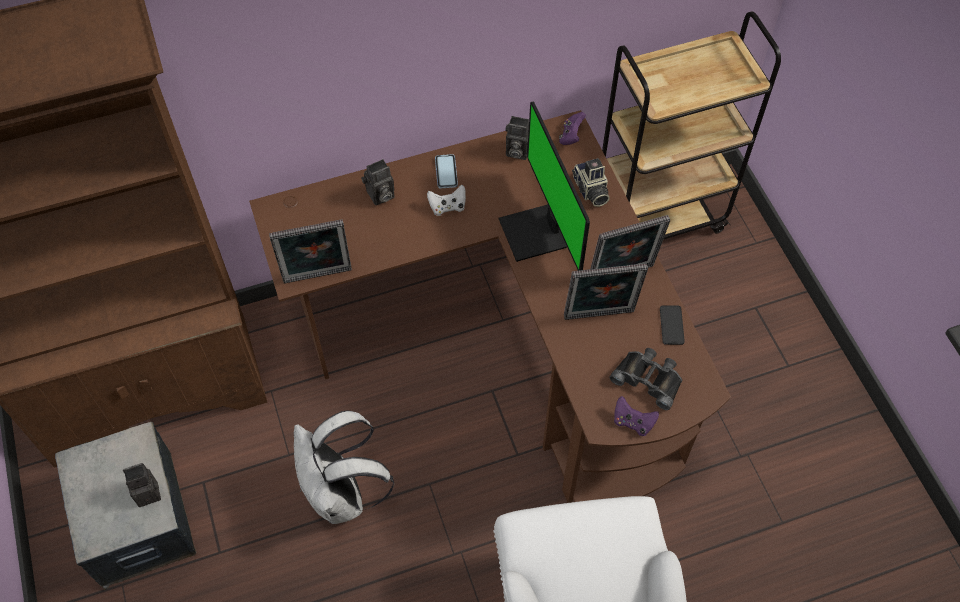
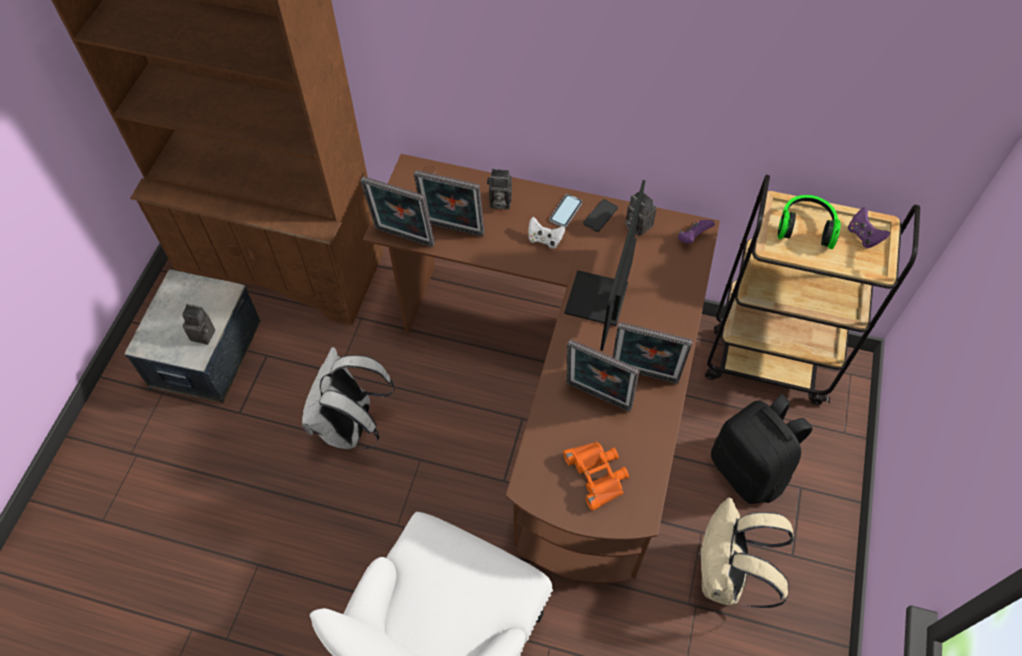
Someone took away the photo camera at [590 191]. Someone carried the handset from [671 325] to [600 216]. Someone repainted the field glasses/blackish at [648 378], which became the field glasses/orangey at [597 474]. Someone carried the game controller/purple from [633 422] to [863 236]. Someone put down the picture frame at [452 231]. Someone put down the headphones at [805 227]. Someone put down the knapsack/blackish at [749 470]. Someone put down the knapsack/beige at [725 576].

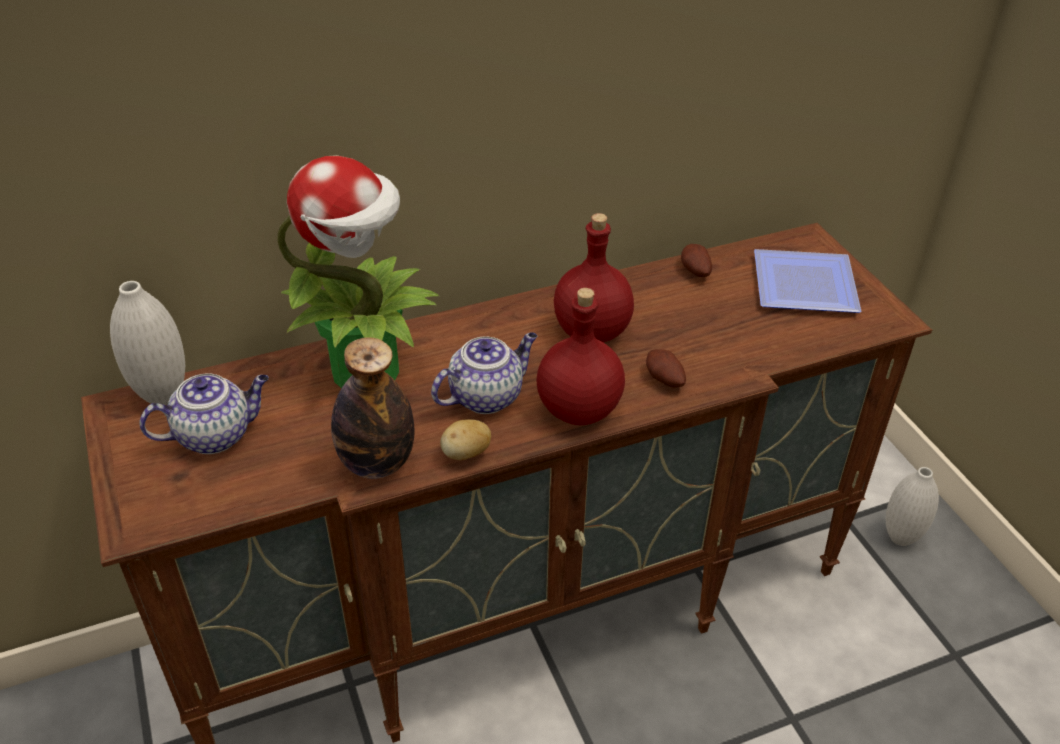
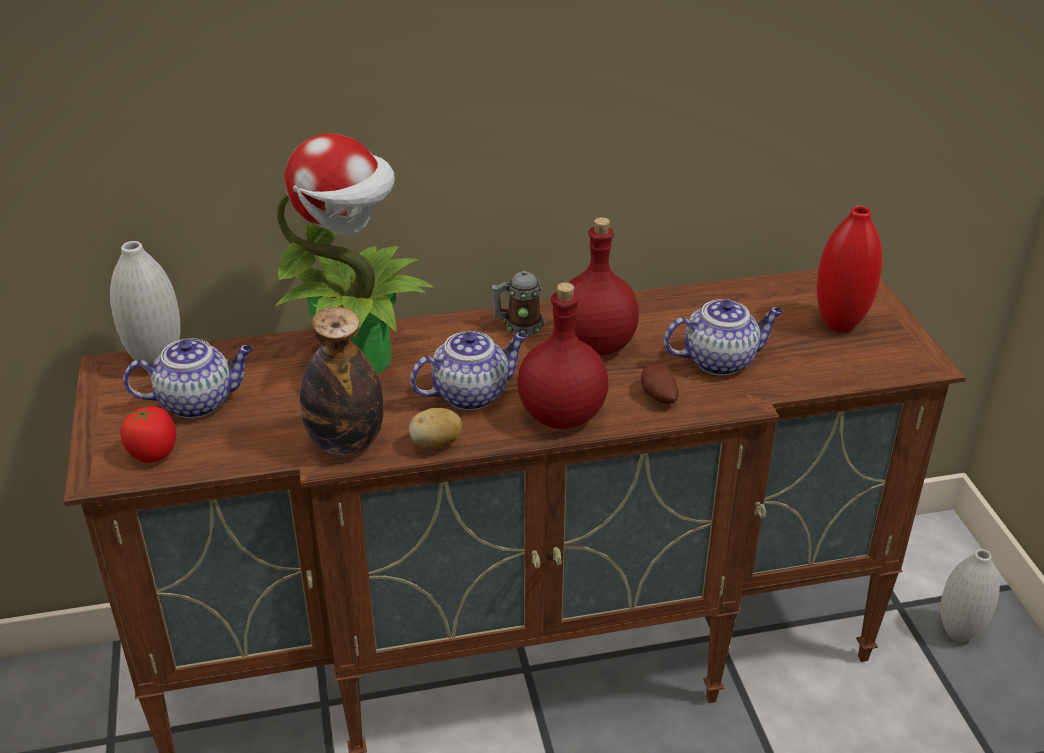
Someone took away the whole potato at [694 271]. Someone swapped the plate at [808 288] for the decorative vase/reddish at [839 324]. Someone put down the coffee mug at [518 326]. Someone put down the tea pot at [720 360]. Someone put down the whole tomato at [154 454].

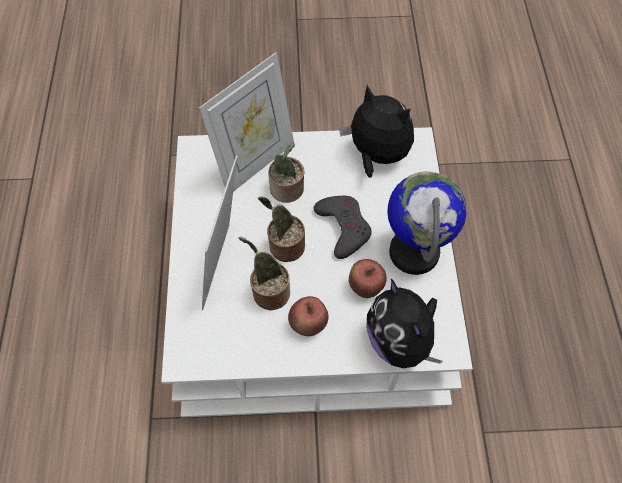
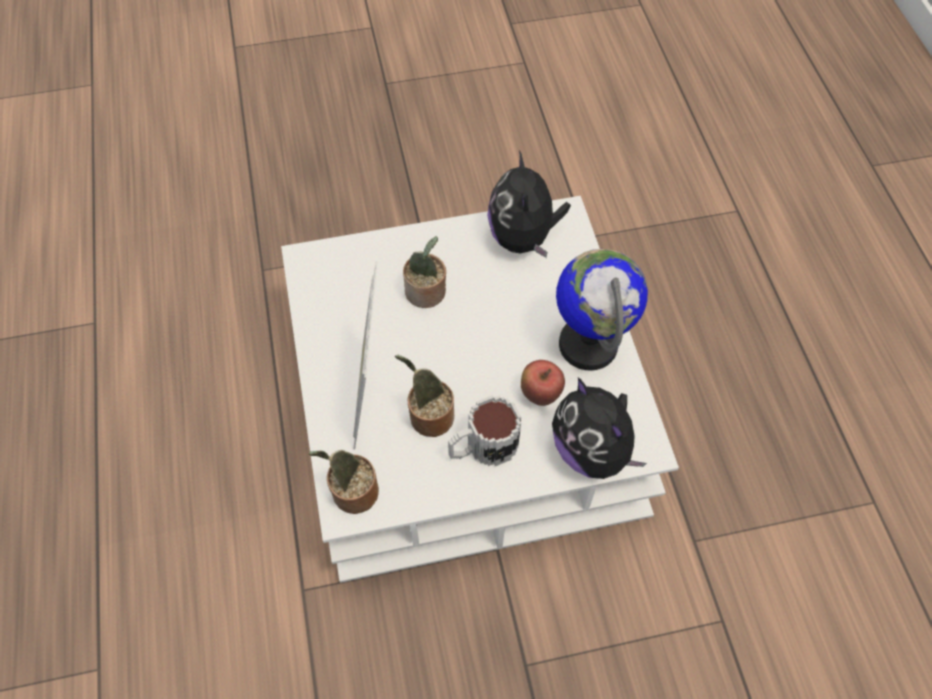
Someone took away the picture frame at [255 163]. Someone rotated the plush toy at [376 156] by 120 degrees counterclockwise. Someone took away the game controller/greyish at [343 228]. Someone carried the potted plant from [284 247] to [352 493]. Someone swapped the apple fruit at [308 325] for the coffee mug at [482 447].

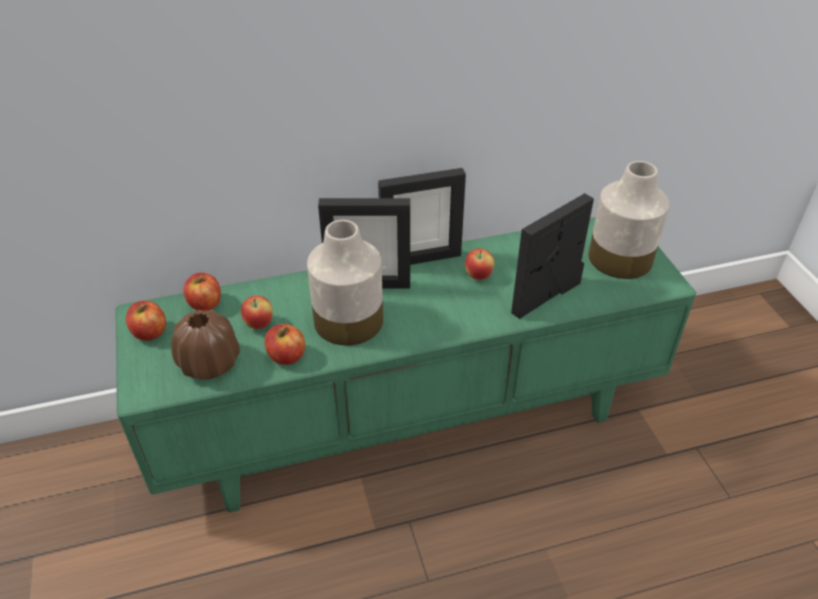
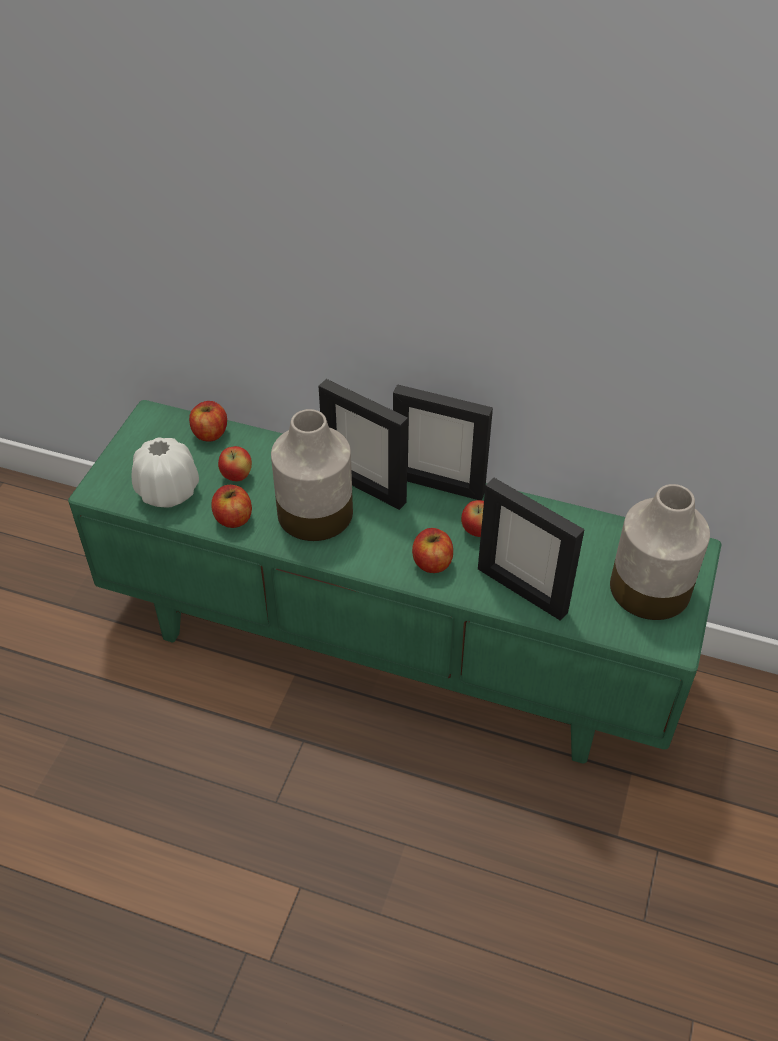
Someone rotated the picture frame at [546 298] by 135 degrees counterclockwise. Someone carried the apple fruit from [149 332] to [432 563]. Someone repainted the decorative vase/brownish at [210 363], which became the decorative vase/white-coloured at [168 492].

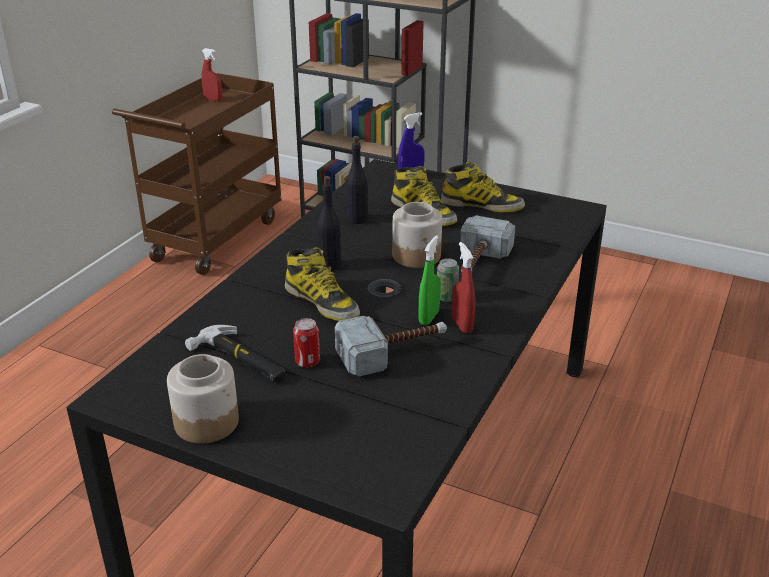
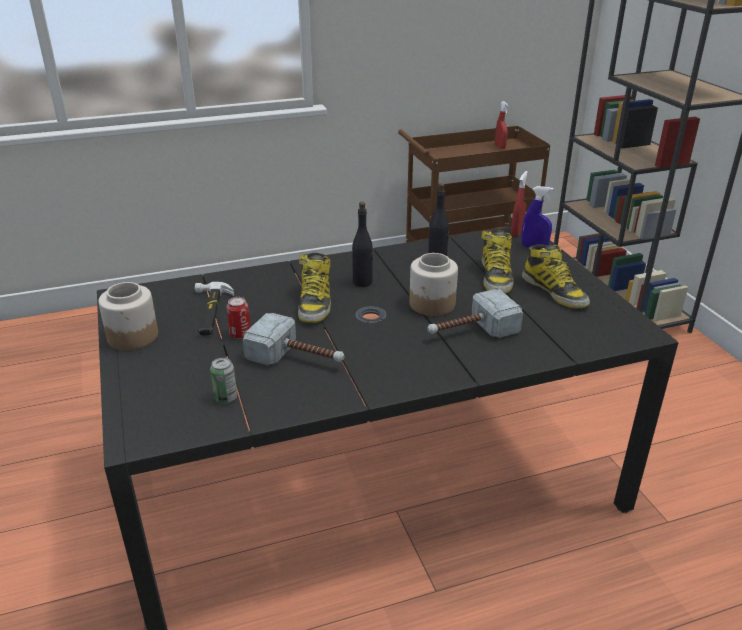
Someone took away the hand sprayer/greenish at [429 317]. Someone carried the hand sprayer/reddish from [462 325] to [517 233]. Someone carried the metal can from [446 297] to [226 398].

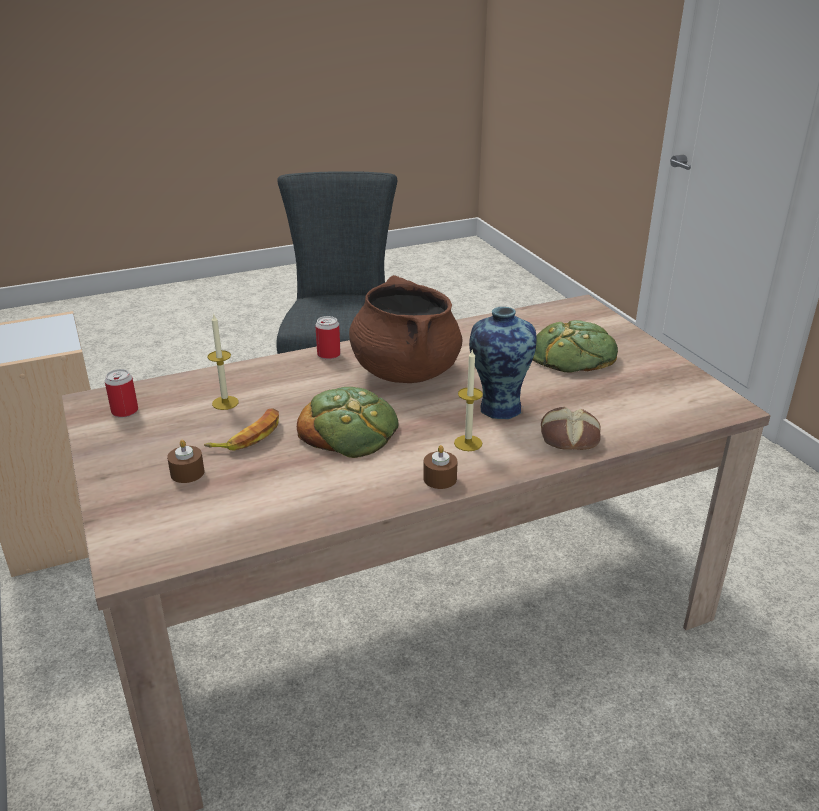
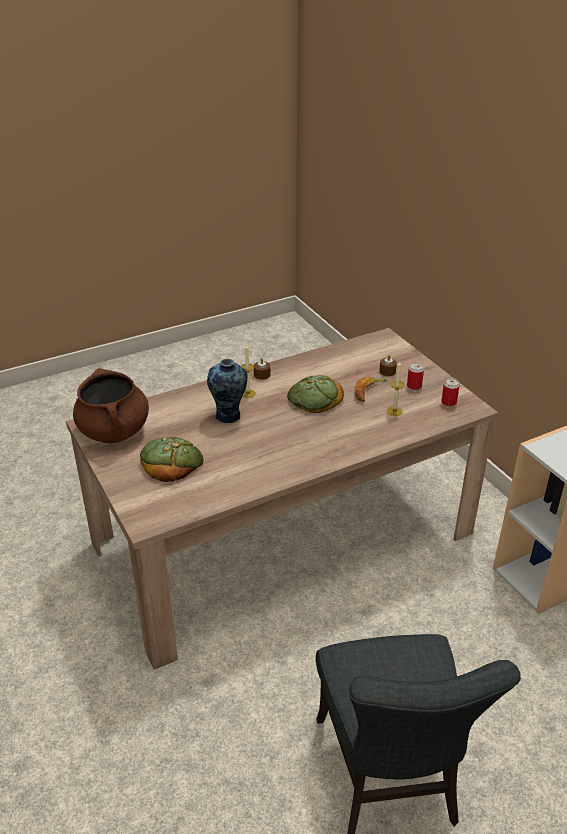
Someone carried the saucepot/brownish from [405 371] to [114 431]. Someone carried the metal can from [329 354] to [414 386]. Someone took away the bakery bread at [569 437].

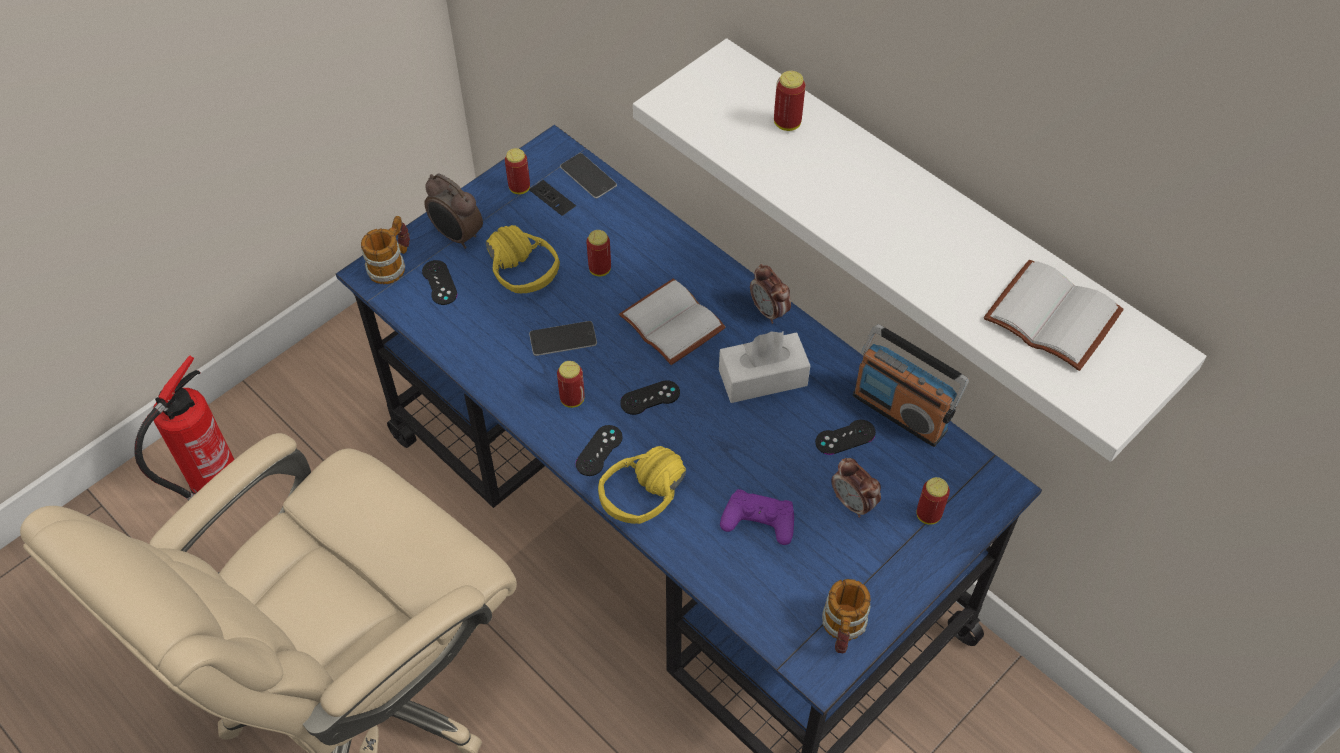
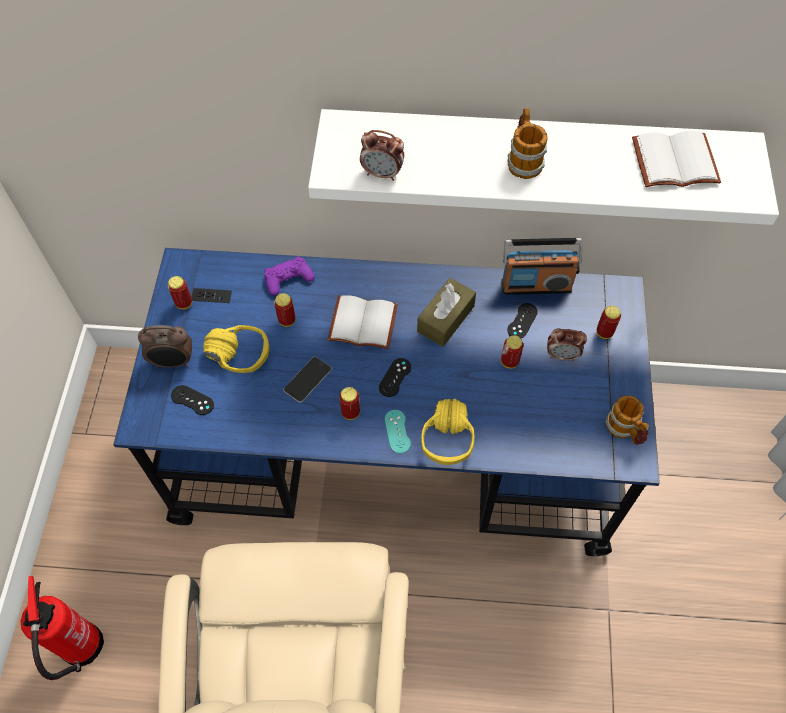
Someone carried the metal can from [787 123] to [509 362]. Someone took away the handset at [588 176]. Someone carried the coffee mug from [392 265] to [523 159]. Someone carried the bedside clock from [769 312] to [382 174]. Someone repainted the tissue holder/white-coloured at [763 377], which became the tissue holder/brownish at [445 319]. Someone repainted the game controller/blackish at [599 450], which became the game controller/turquoise at [397 431]. Someone carried the game controller/purple from [758 521] to [288 278].

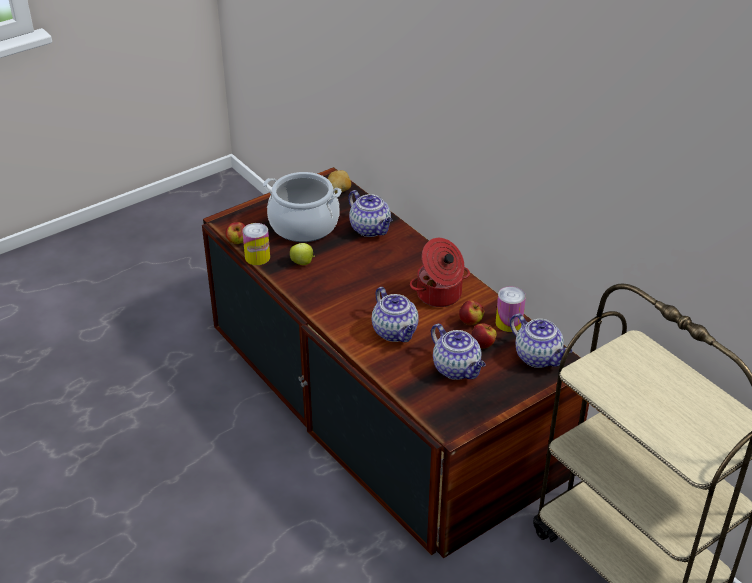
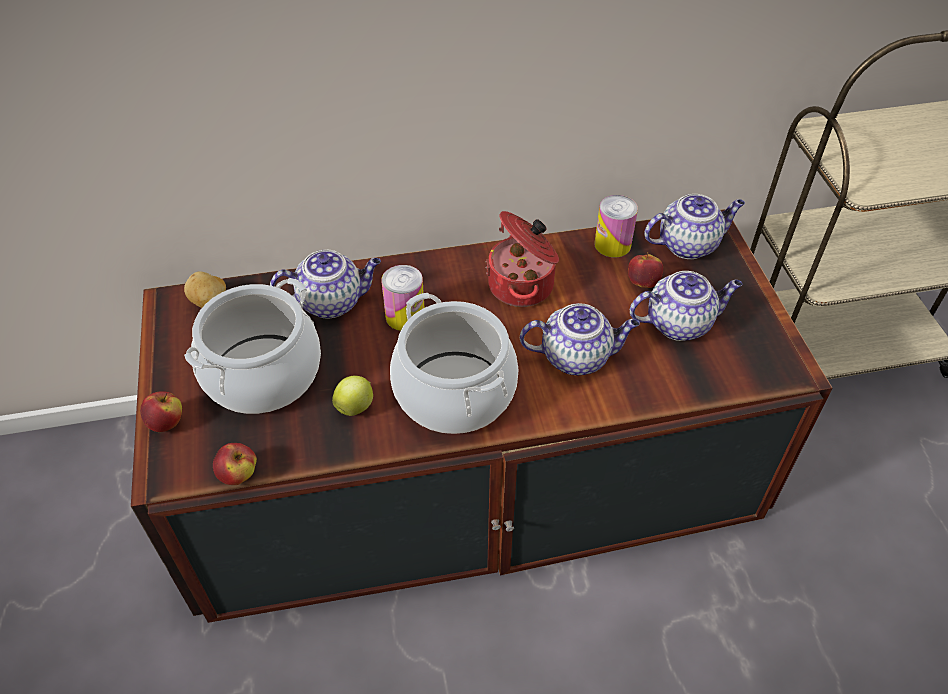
Someone carried the metal can from [257 257] to [405 316]. Someone carried the apple fruit from [471 322] to [167 422]. Someone put down the saucepot at [455 391].

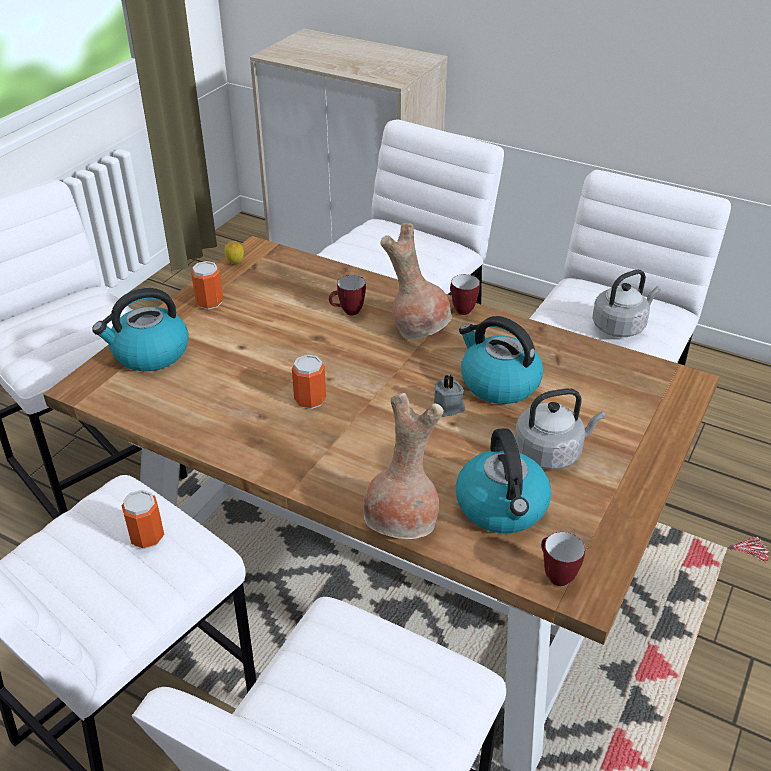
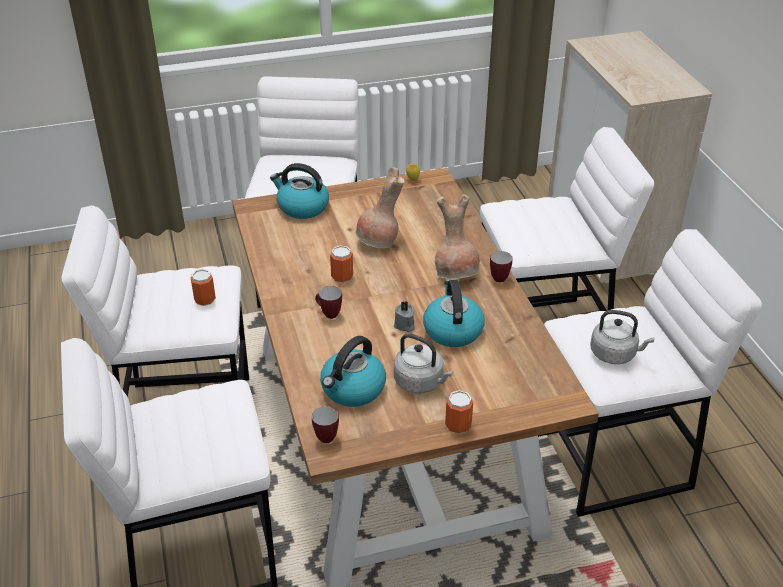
Someone carried the metal can from [209 302] to [458 425]. Someone carried the coffee mug from [347 312] to [328 314]. Someone carried the decorative vase/brownish from [403 523] to [379 242].

